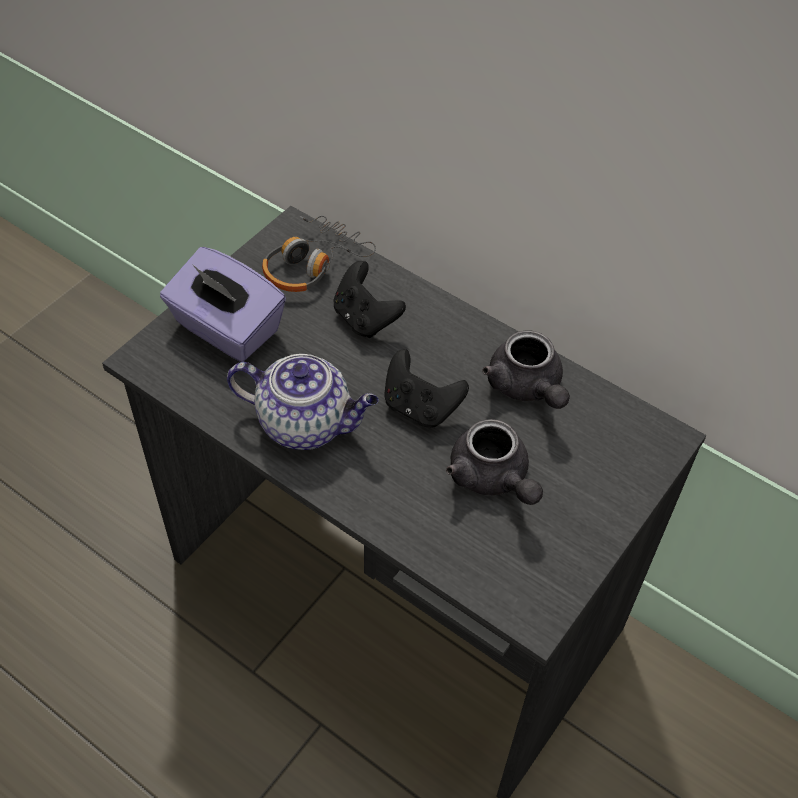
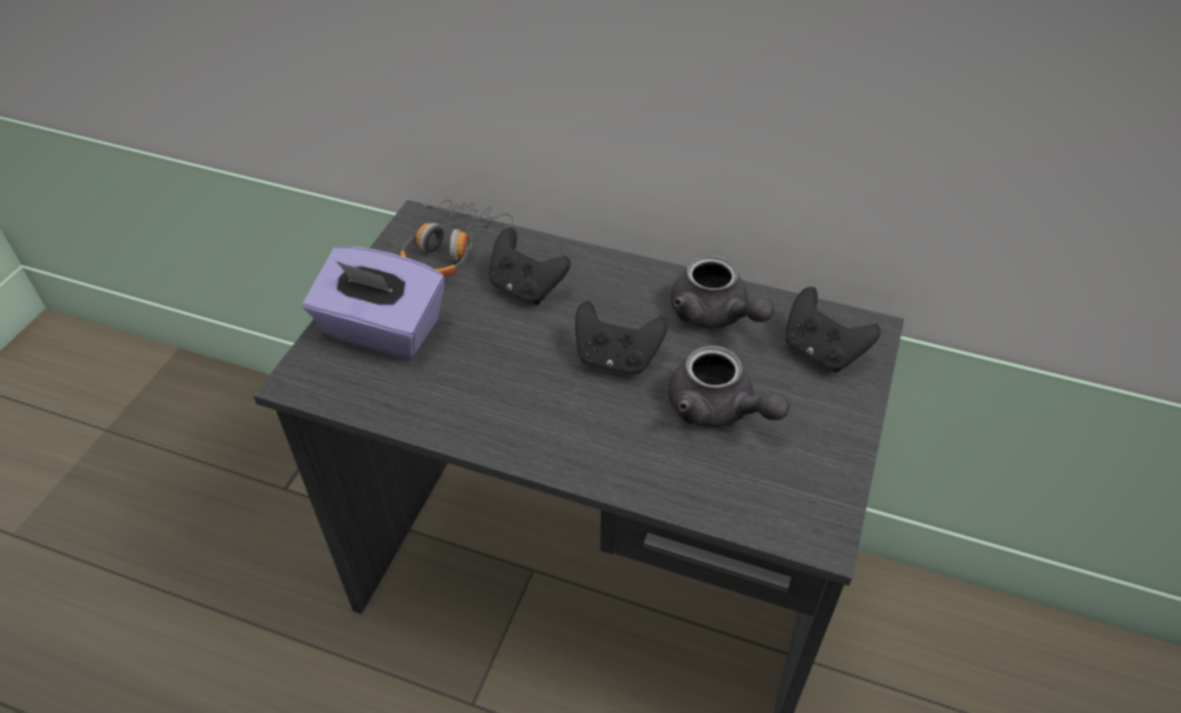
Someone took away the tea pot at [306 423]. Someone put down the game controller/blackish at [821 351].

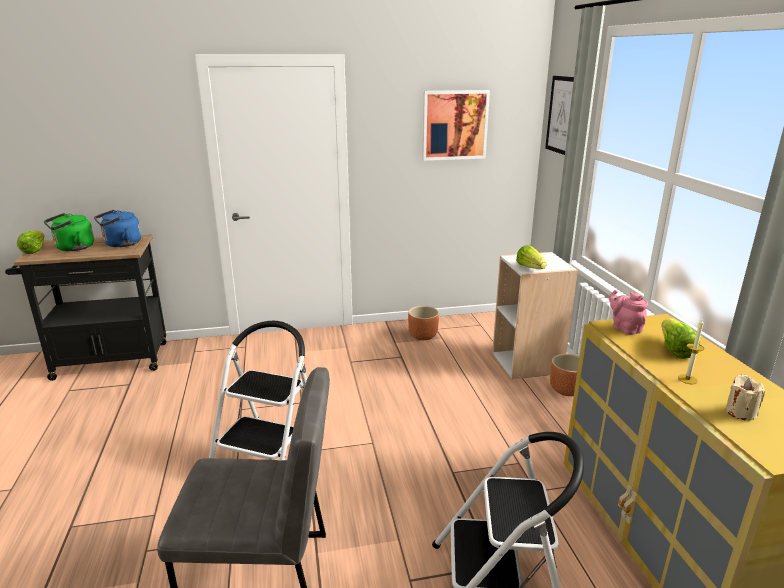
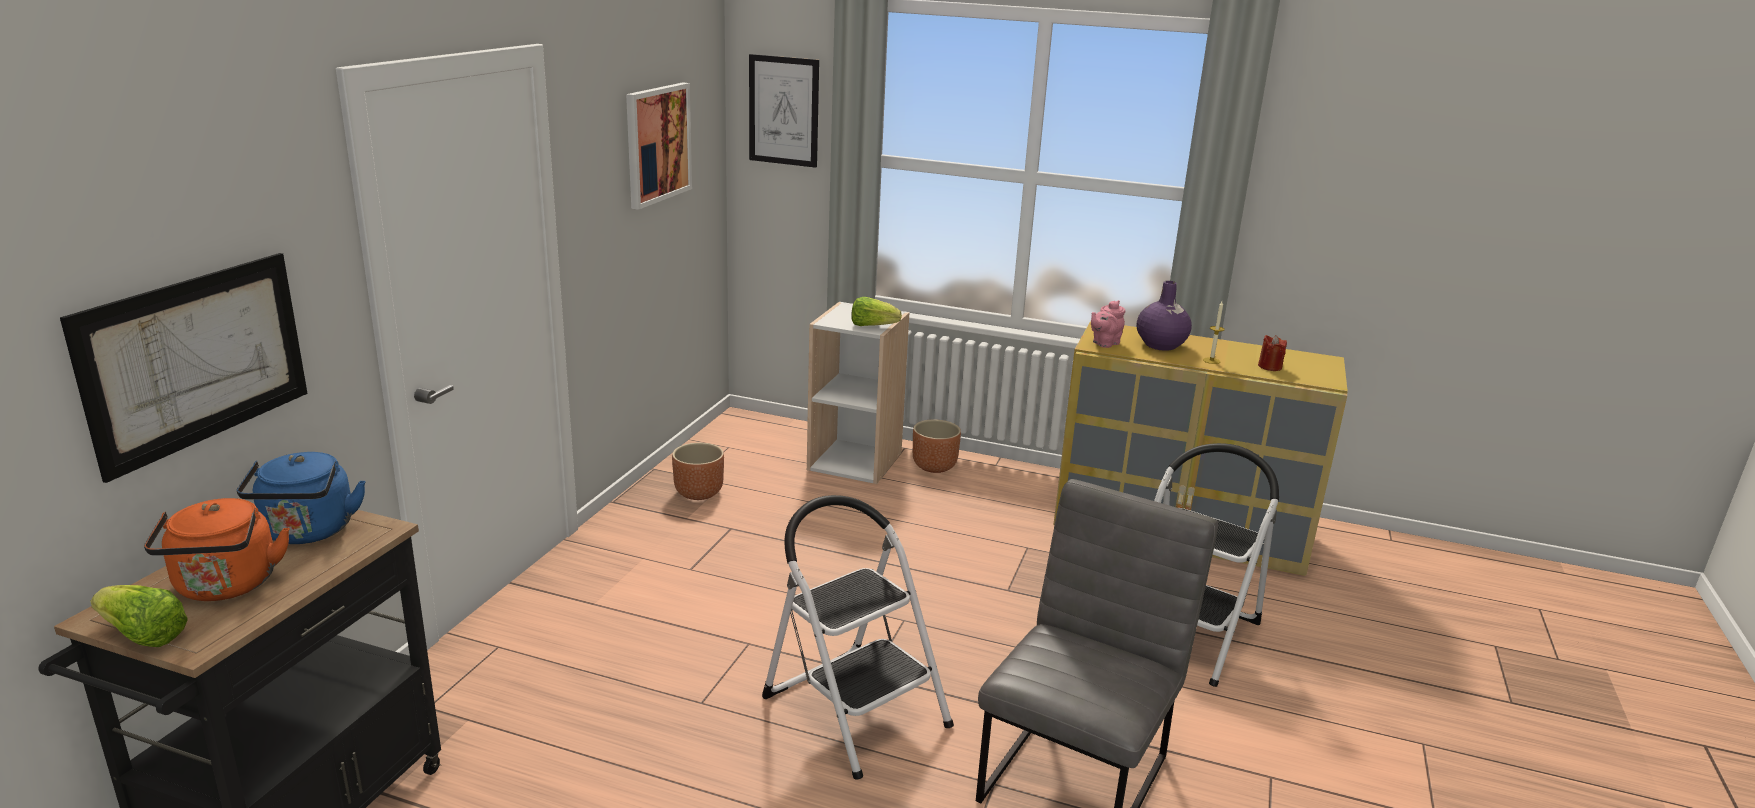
Someone repainted the tea kettle/greenish at [73 248], which became the tea kettle/orangey at [226 587]. Someone rotated the tea pot/pinkish at [624 328] by 45 degrees counterclockwise. Someone swapped the lettuce at [674 350] for the decorative vase/purple at [1160 345]. Someone repainted the wax light/beige at [740 412], which became the wax light/reddish at [1269 367]. Someone put up the wall art at [197 359].

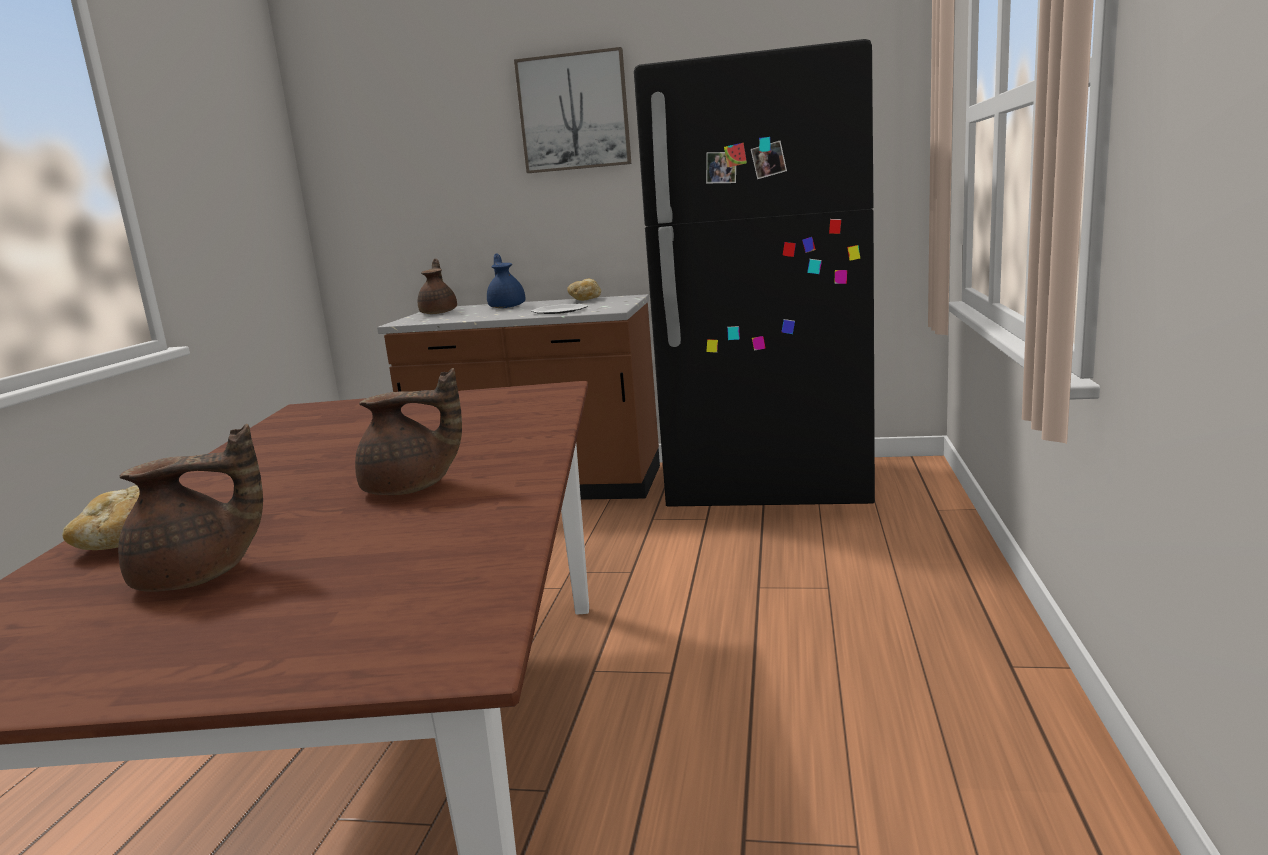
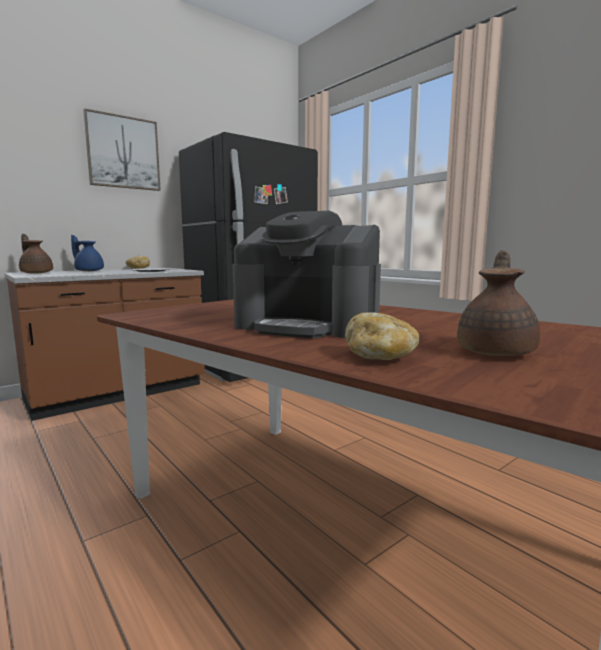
Someone took away the tea pot/brownish at [410 489]. Someone put down the coffee machine at [308 325].

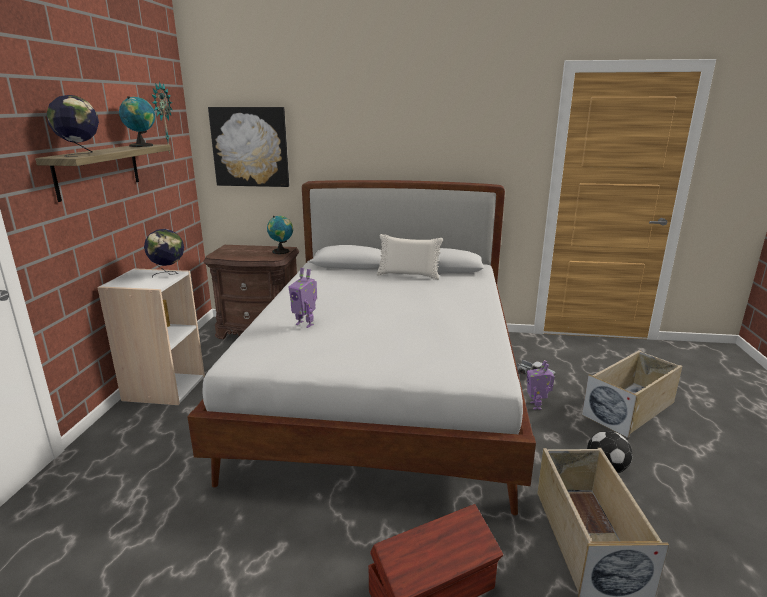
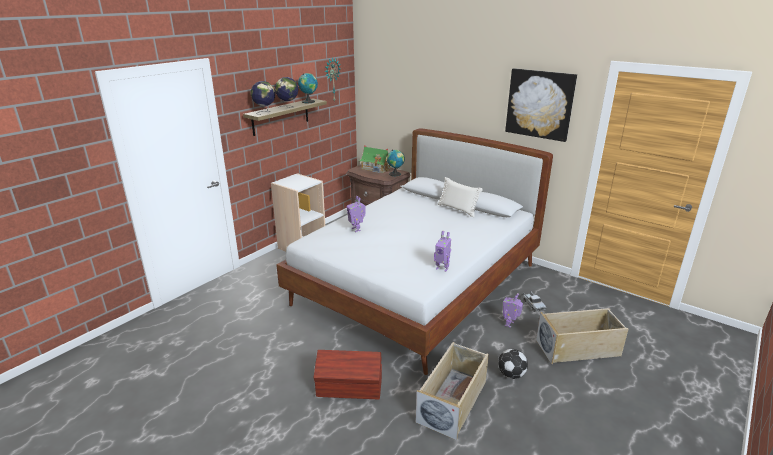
Someone carried the wall art from [250 147] to [540 104]. Someone carried the desk globe from [168 274] to [288 107]. Someone put down the miniature house at [376 168]. Someone put down the toy robot at [442 268].

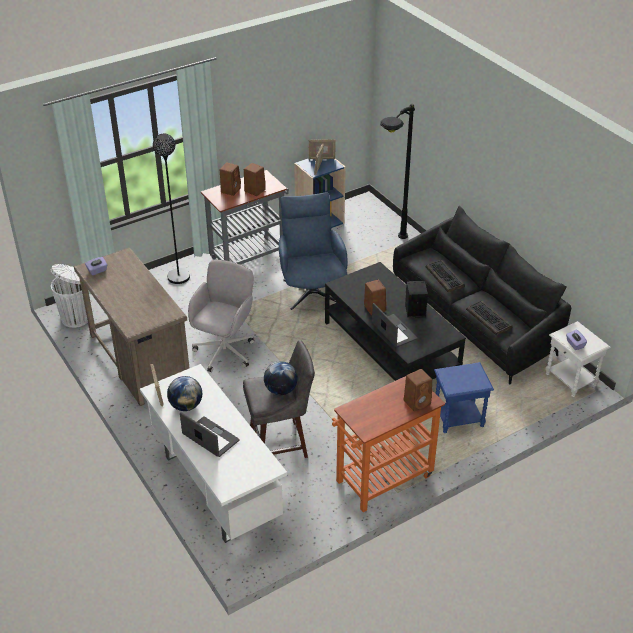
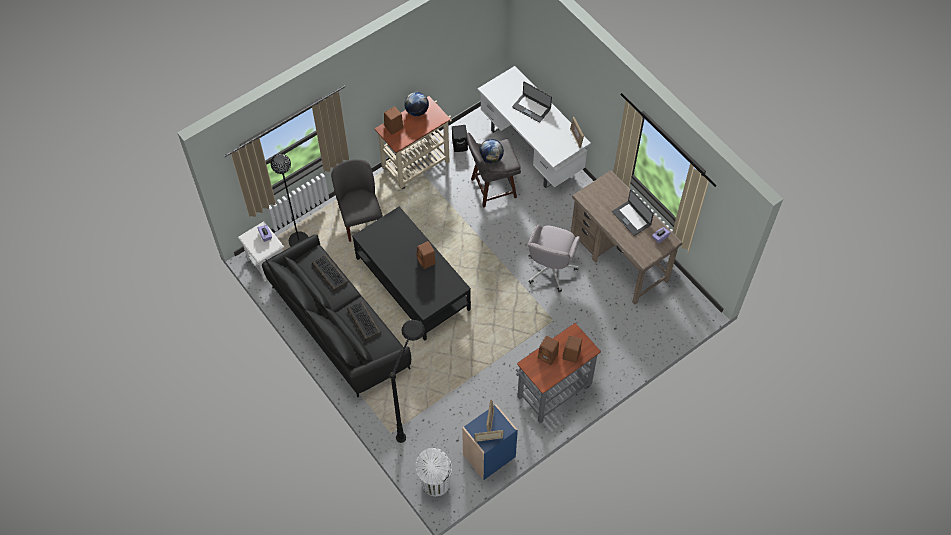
Someone carried the floor lamp/blackish from [178 277] to [298 241]. Someone took away the armchair/bluish at [311 290]. Someone carried the waste bin/white-coloured from [77 317] to [435 483]. Someone carried the audio speaker/blackish from [414 311] to [460 145]. Someone carried the notebook computer from [393 331] to [631 218]. Someone swapped the side table/bluish at [458 419] for the upright chair/greyish at [360 219]. Someone carried the desk globe from [186 405] to [417 111]. Someone repainted the cart/orangey at [383 479], which became the cart/beige at [417 165].

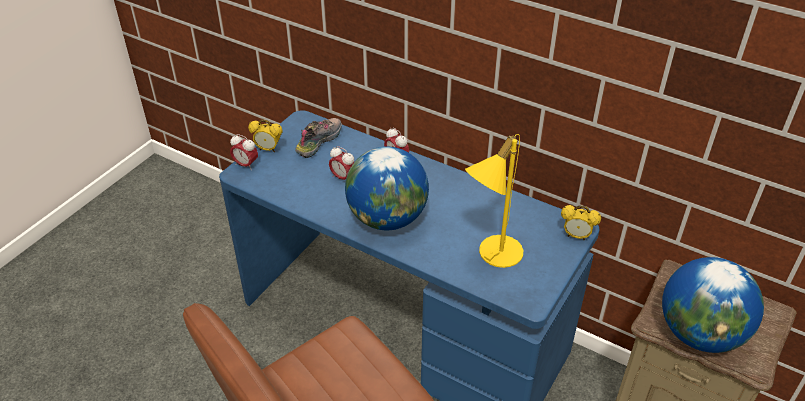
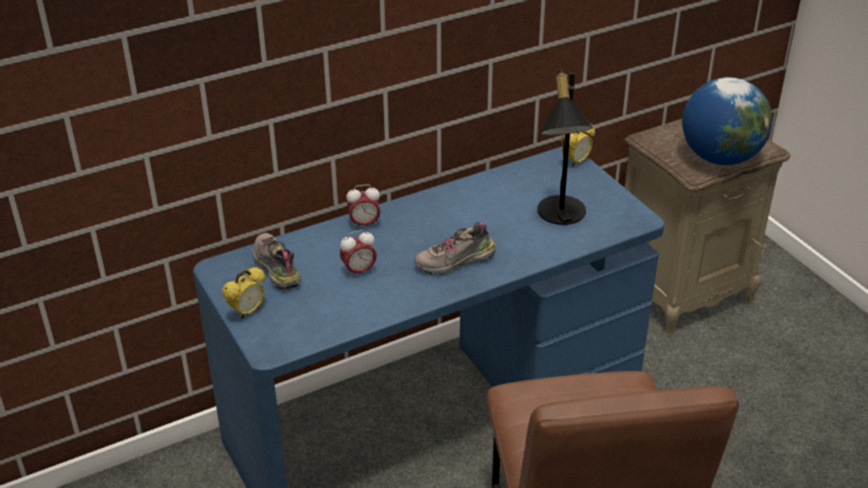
Someone took away the bedside clock at [246 165]. Someone repainted the tabletop lamp/yellow-coloured at [492 253], which became the tabletop lamp/blackish at [560 216]. Someone swapped the desk globe at [387 218] for the shoe at [455 263].

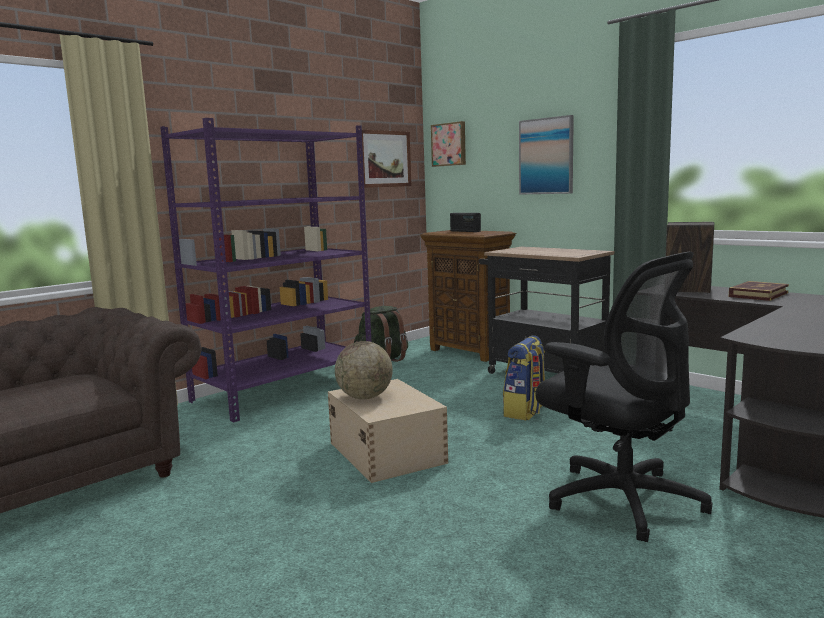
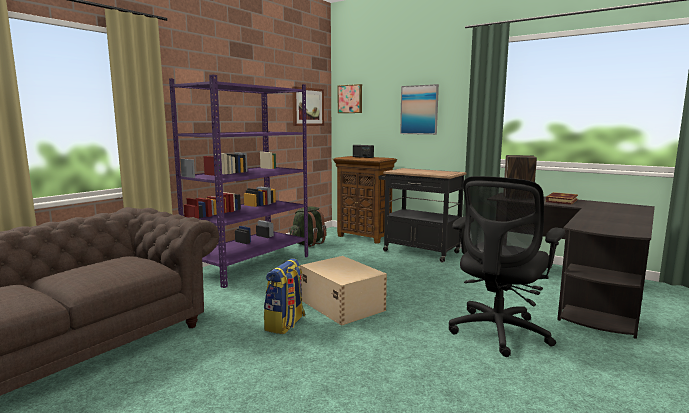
Someone rotated the desk chair/blackish at [613 499] by 90 degrees clockwise. Someone carried the knapsack from [526 412] to [285 324]. Someone took away the desk globe at [365 397].

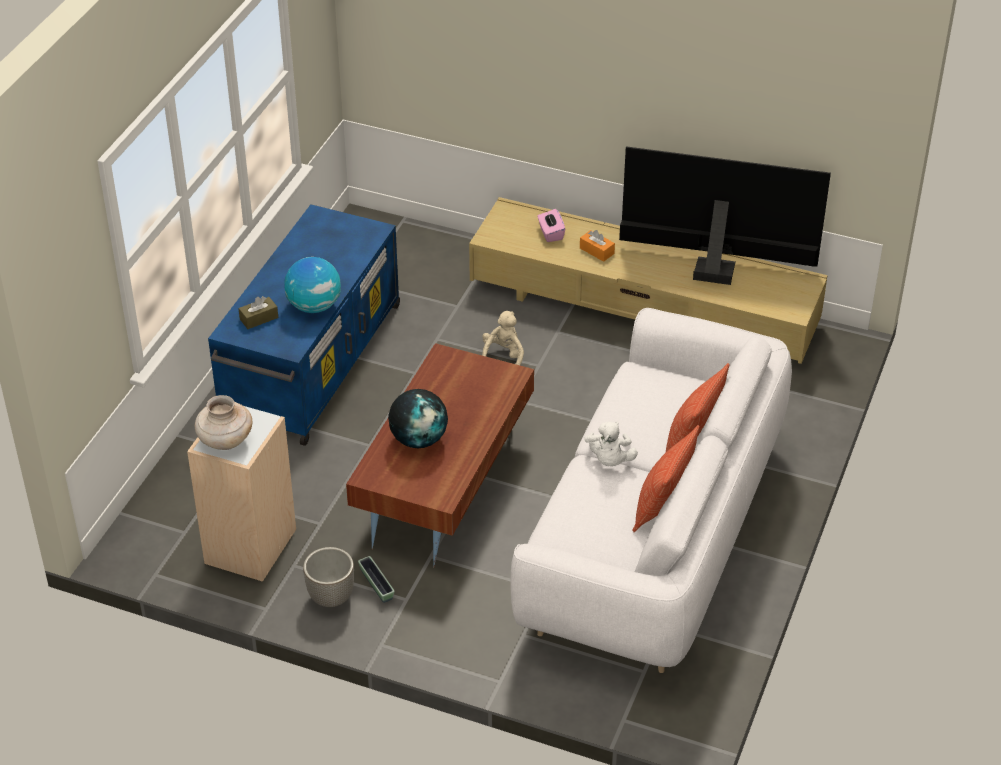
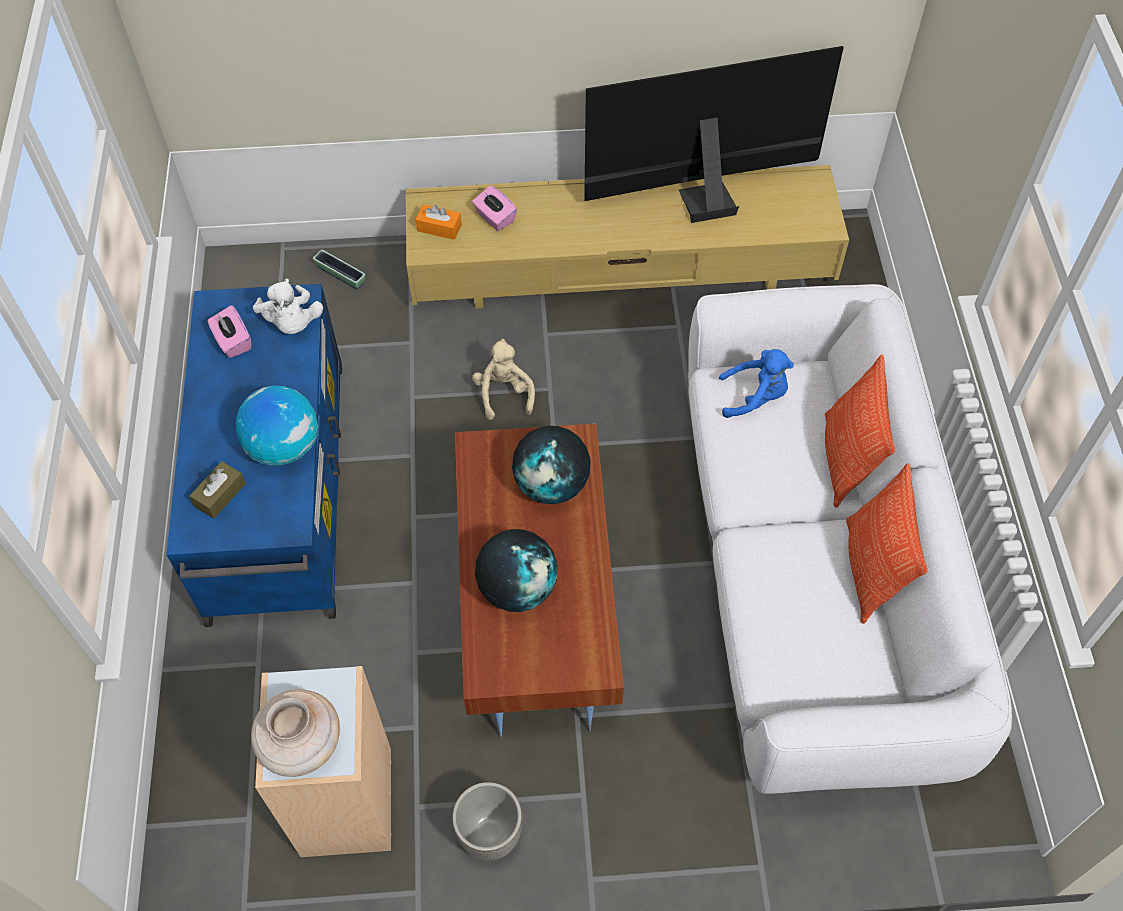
Someone carried the tissue holder/orangey from [596 251] to [439 228]. Someone carried the plush toy/white-coloured from [609 460] to [292 323]. Someone carried the plant pot from [376 585] to [341 275]. Someone put down the tissue holder/pinkish at [233 342]. Someone put down the plush toy/bluish at [755 397]. Someone put down the desk globe at [552 485].

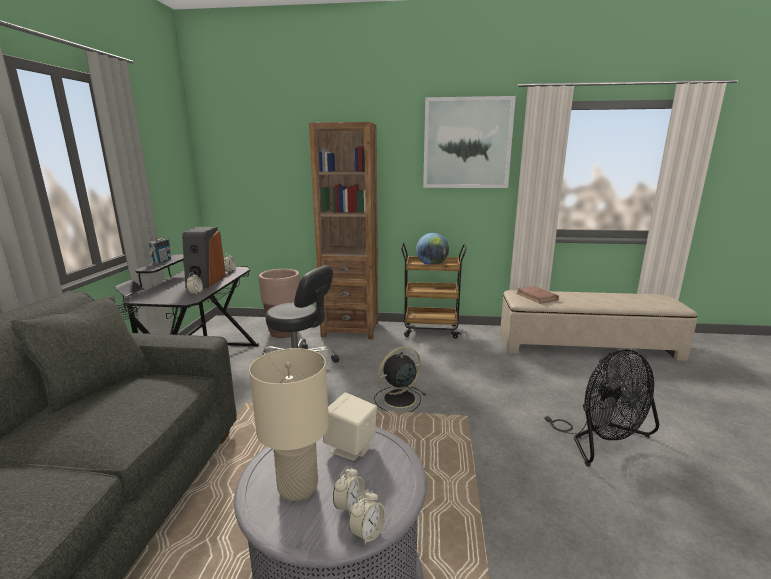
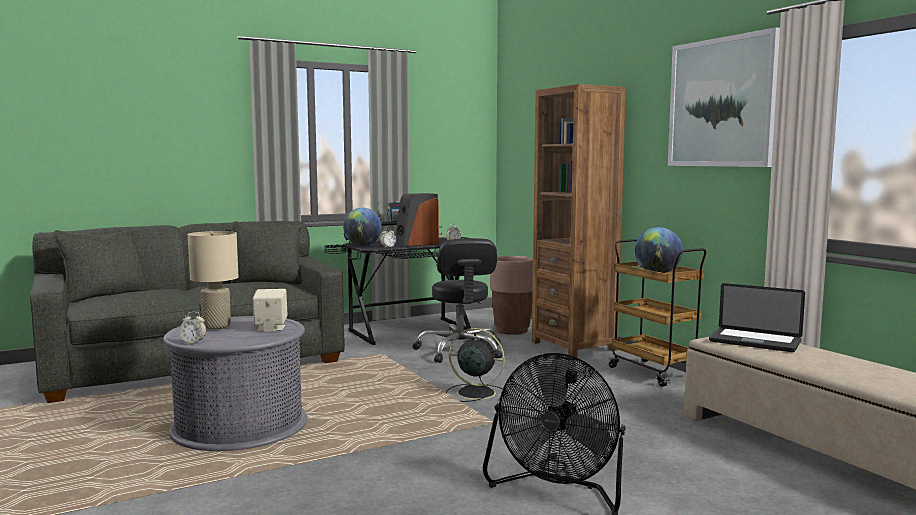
Someone swapped the book/brownish at [536 297] for the notebook computer at [754 341]. Someone took away the bedside clock at [349 506]. Someone put down the desk globe at [363 245].

